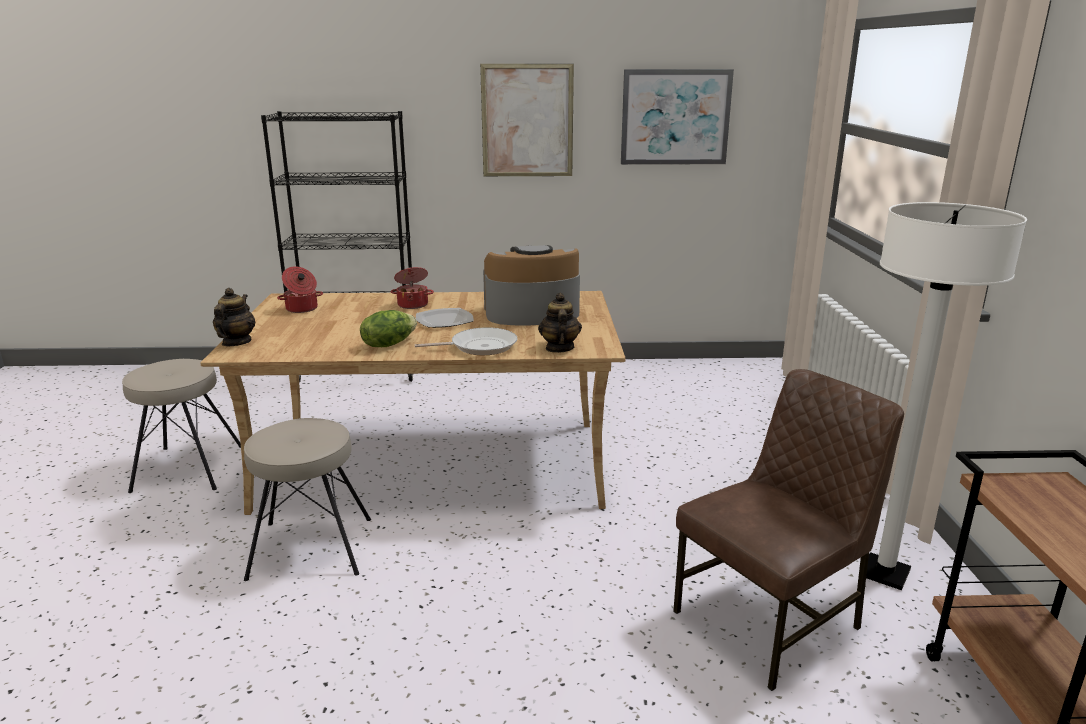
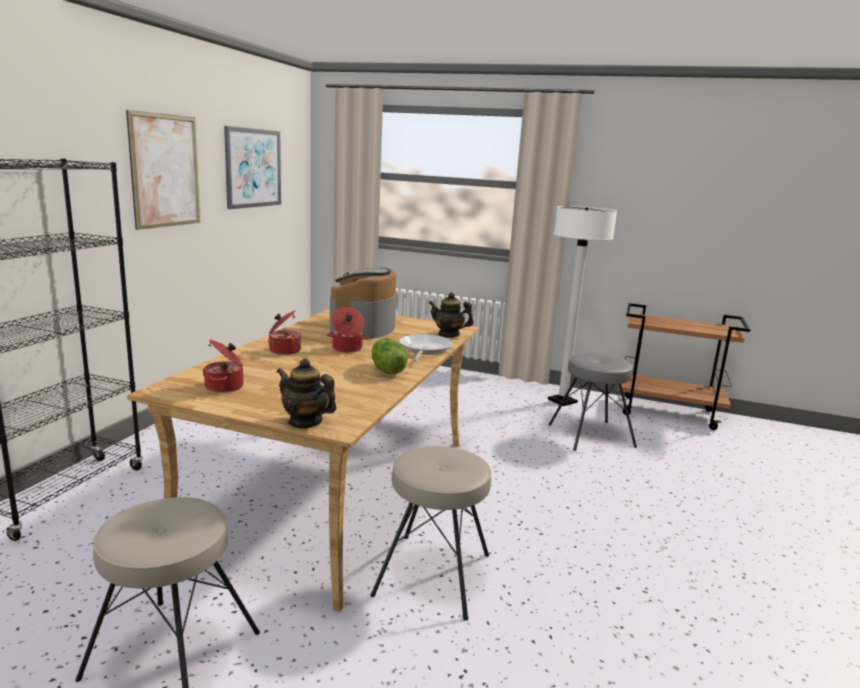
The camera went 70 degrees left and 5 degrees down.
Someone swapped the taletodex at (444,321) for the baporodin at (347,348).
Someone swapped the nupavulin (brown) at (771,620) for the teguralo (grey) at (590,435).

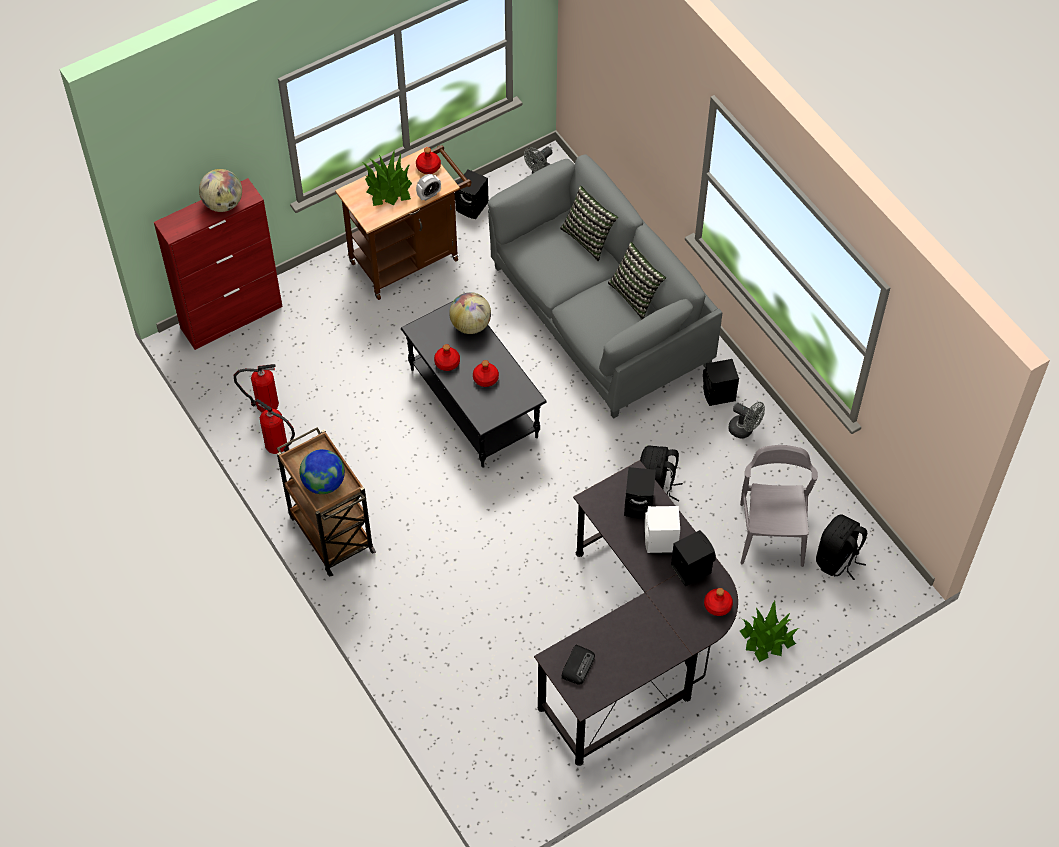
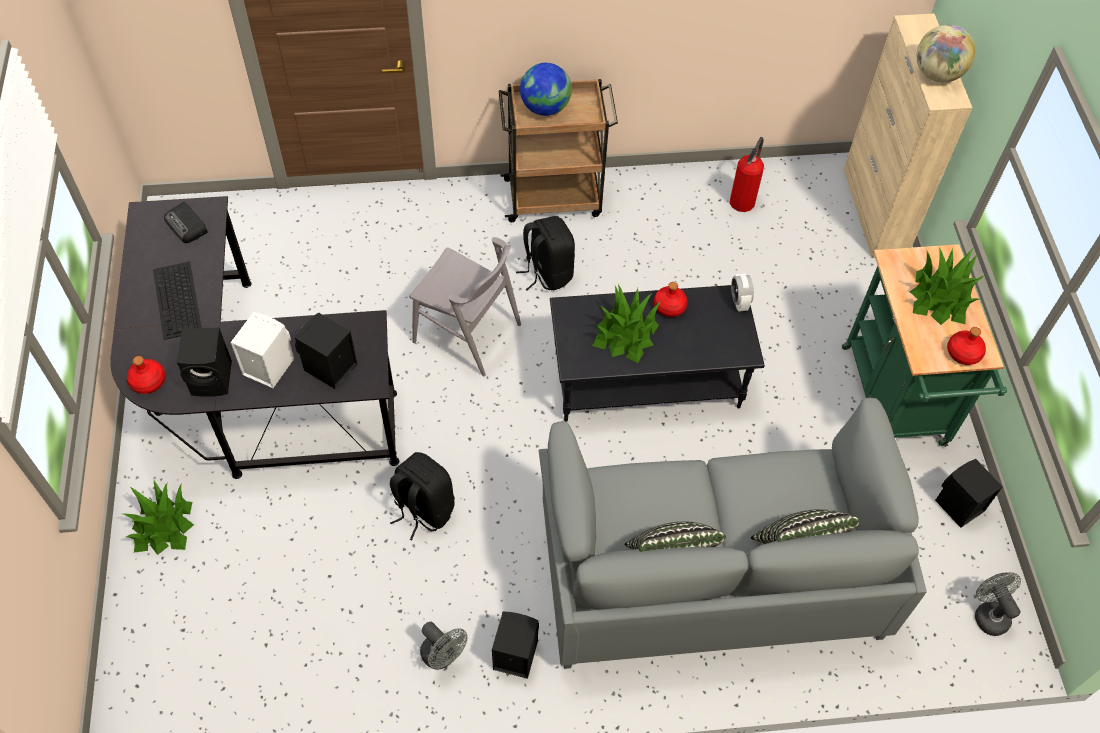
The camera went 115 degrees right and 0 degrees up.
Someone repainted the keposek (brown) at (410,257), which became the keposek (green) at (896,403).
Someone carried the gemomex from (429,195) to (739,301).
Someone repainted the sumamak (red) at (232,317), which became the sumamak (beige) at (874,211).
Someone took away the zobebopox at (470,325).
Someone swapped the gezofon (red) at (485,379) for the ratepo at (625,334).
Someone took away the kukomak at (278,445).
Someone rotated the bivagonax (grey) at (744,430) by 105 degrees counterclockwise.
Someone carried the nupavulin (grey) from (771,534) to (467,333).
Someone carried the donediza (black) from (837,560) to (547,272).
Someone put down the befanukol at (177,300).

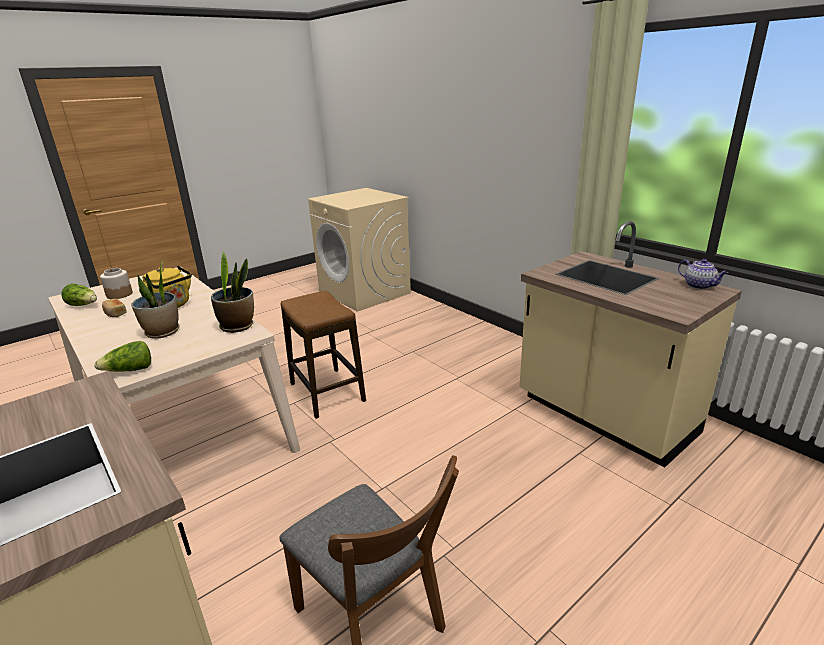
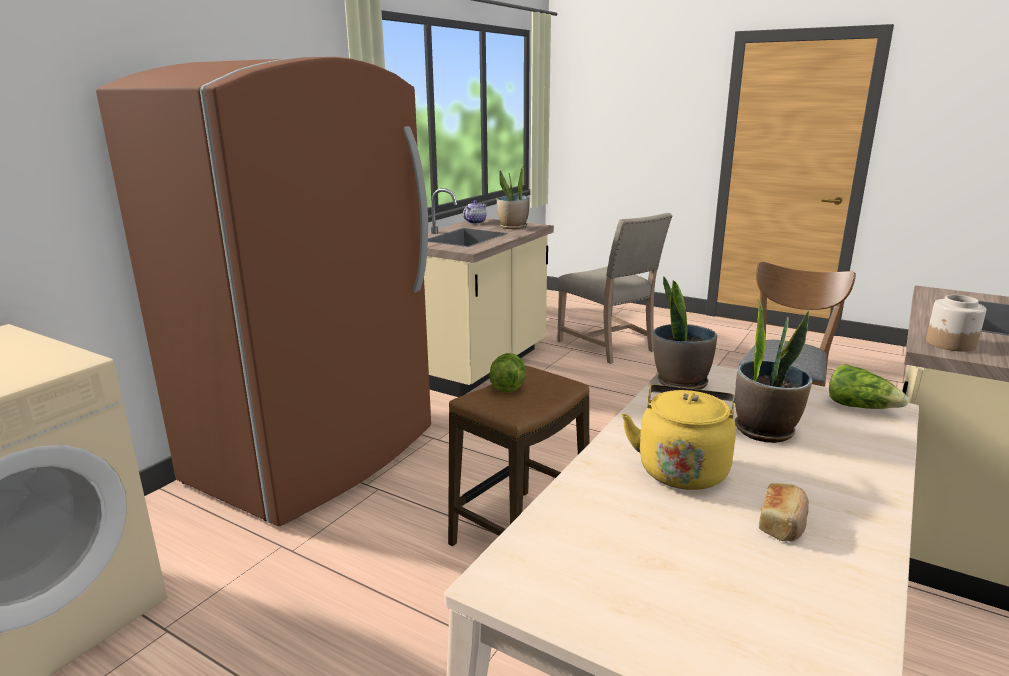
The camera went 110 degrees left and 5 degrees down.
Someone carried the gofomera from (119,294) to (950,344).
Someone carried the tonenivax from (83,305) to (507,384).
Someone put down the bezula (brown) at (316,455).
Someone put down the ratepo at (513,227).
Someone put down the nupavulin (beige) at (609,346).

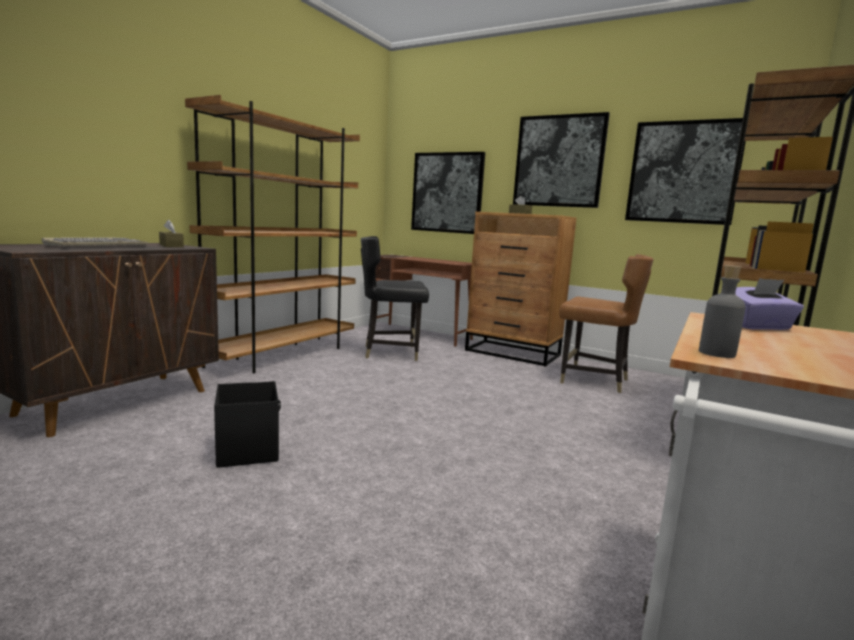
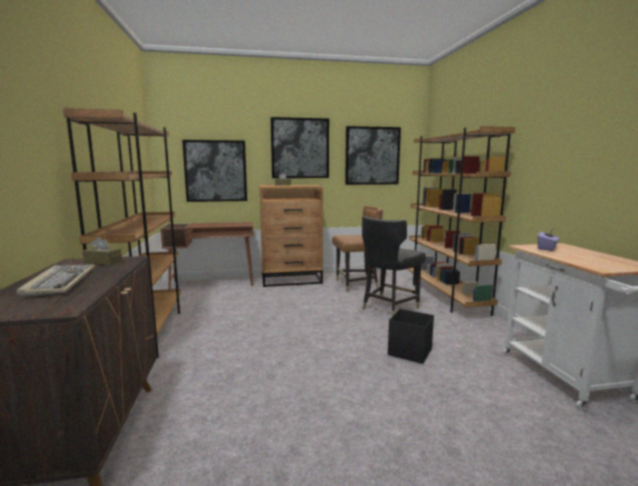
The camera went 40 degrees left and 0 degrees up.
Someone carried the nupavulin (black) from (391,352) to (388,308).
Someone took away the gezofon (grey) at (717,353).
Someone carried the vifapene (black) from (248,450) to (409,352).

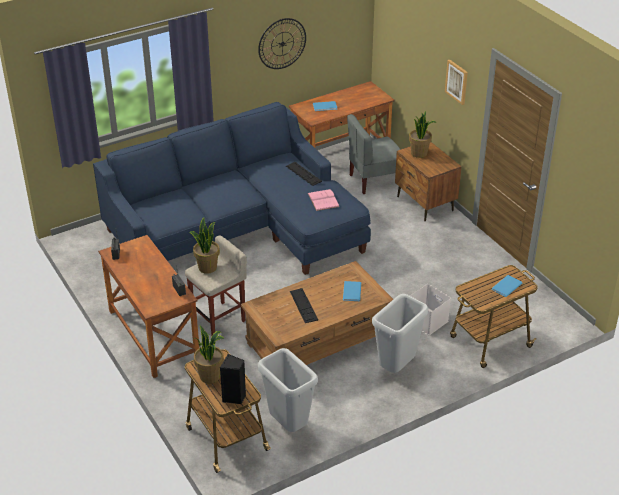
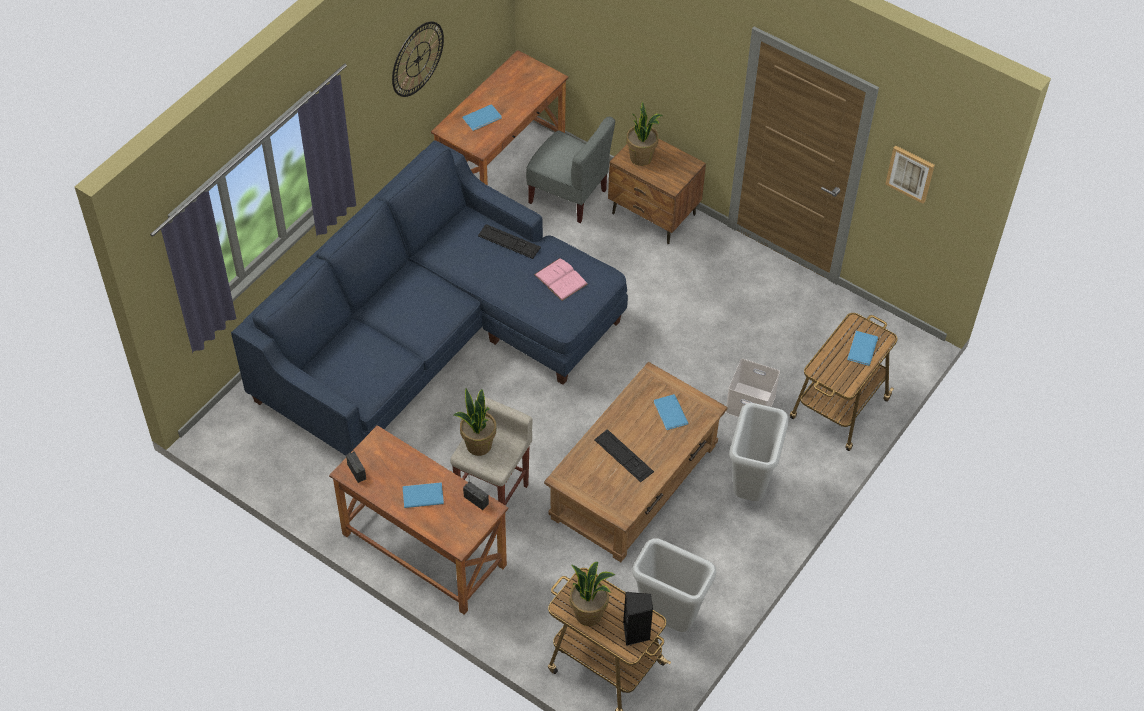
The camera went 25 degrees left and 15 degrees up.
Someone carried the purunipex from (457,81) to (910,173).
Someone rotated the nupavulin (grey) at (374,181) by 105 degrees counterclockwise.
Someone put down the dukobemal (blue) at (421,495).

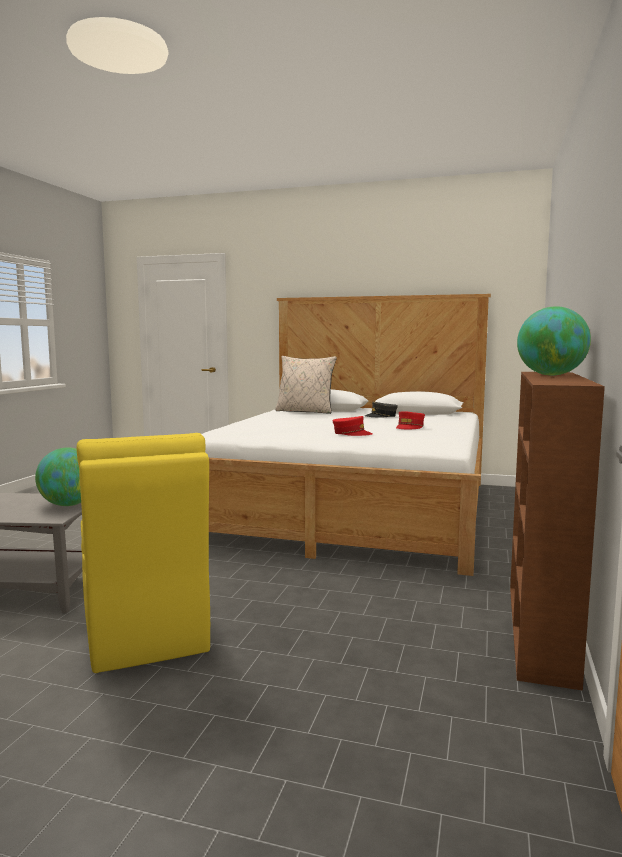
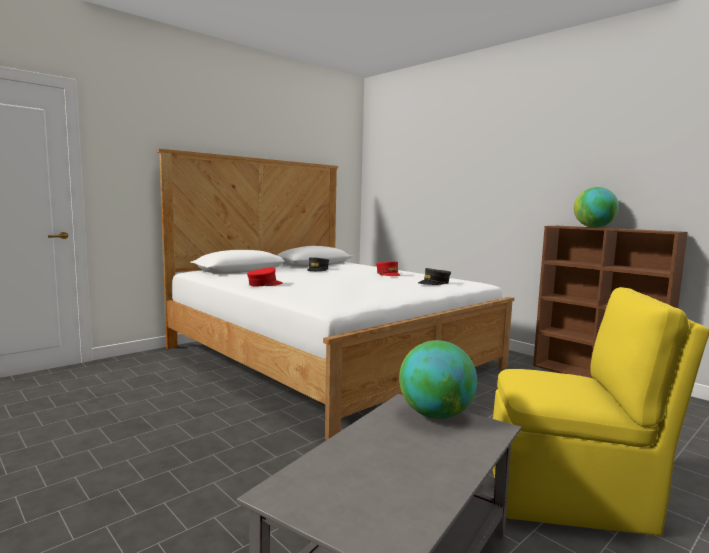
The camera went 60 degrees left and 0 degrees up.
Someone took away the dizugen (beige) at (305,411).
Someone carried the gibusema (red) from (351,433) to (264,284).
Someone put down the gibusema (grey) at (434,283).

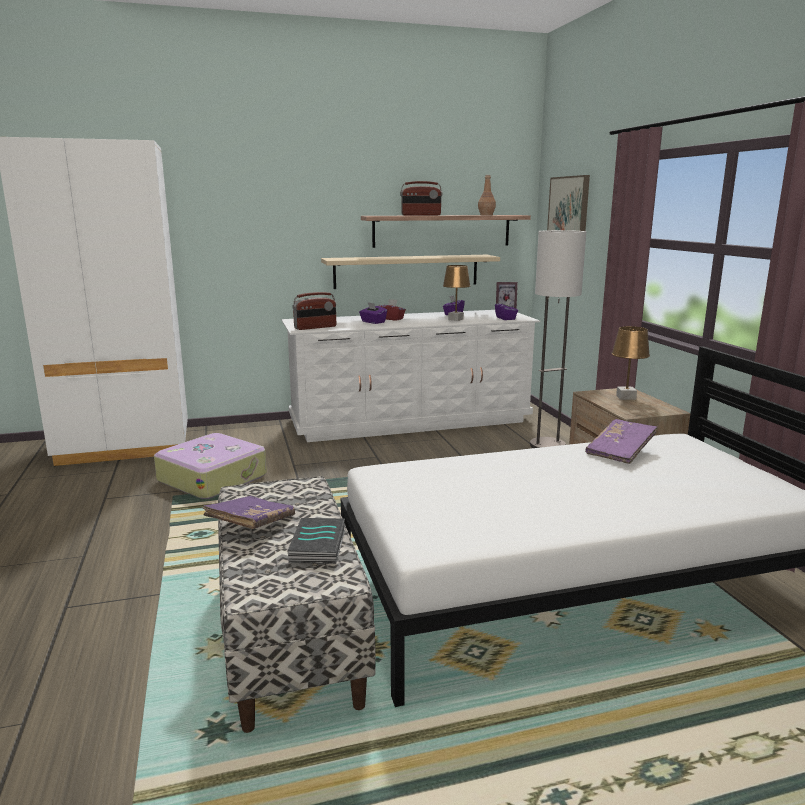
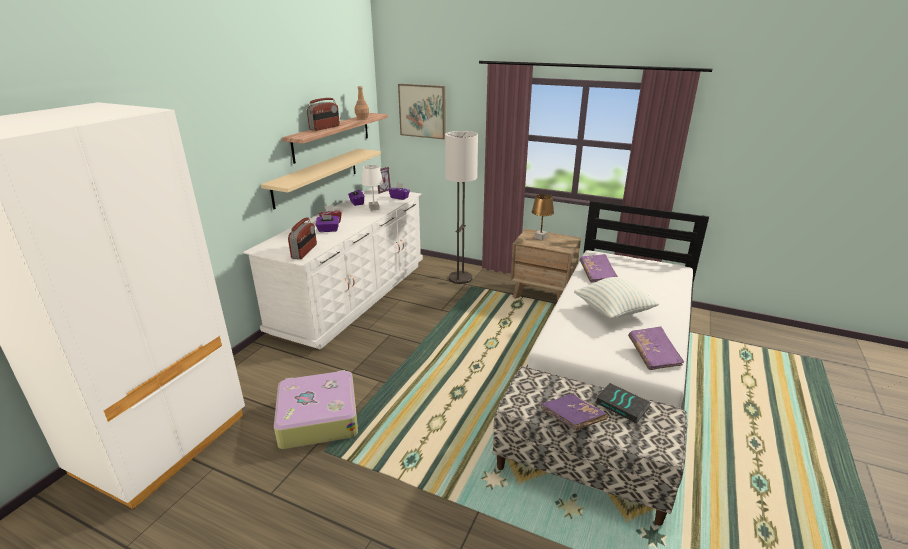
The camera went 50 degrees left and 10 degrees up.
Someone repainted the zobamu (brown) at (455,319), which became the zobamu (white) at (374,208).
Someone put down the dizugen at (613,312).
Someone put down the dukobemal (purple) at (653,355).

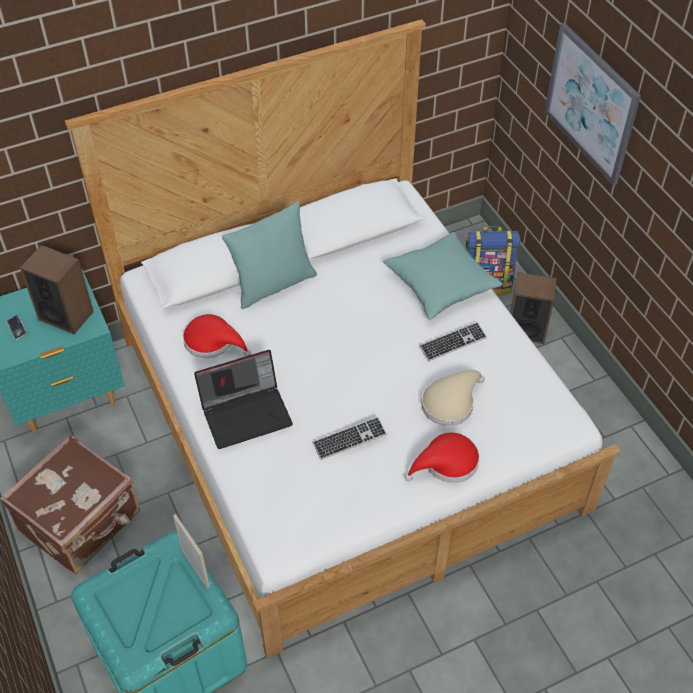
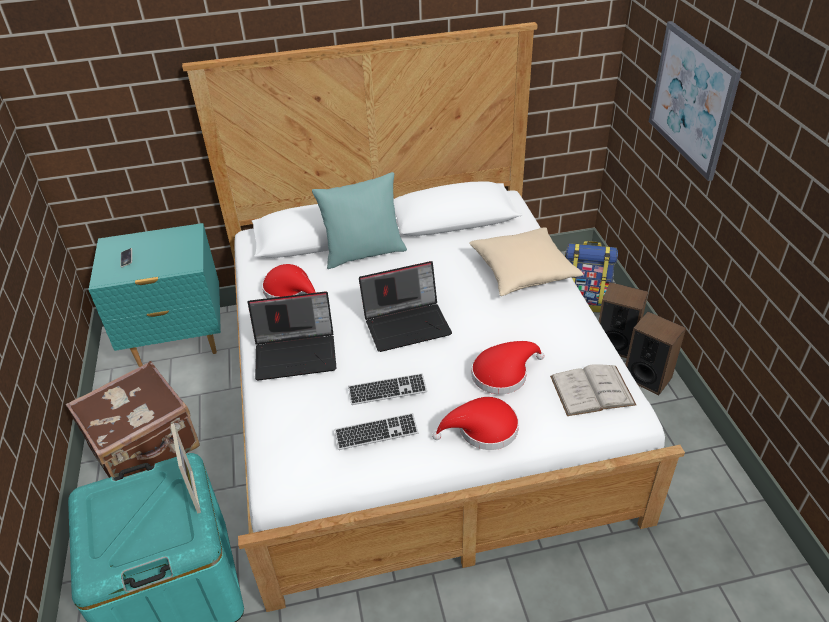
The camera went 15 degrees right and 10 degrees down.
Someone repainted the dizugen (turquoise) at (440,284), which became the dizugen (beige) at (523,271).
Someone carried the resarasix from (66,315) to (647,377).
Someone carried the befanukol from (453,343) to (376,433).
Someone repainted the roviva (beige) at (450,402), which became the roviva (red) at (503,373).
Someone put down the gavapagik at (407,323).
Someone put down the dukobemal (white) at (592,390).

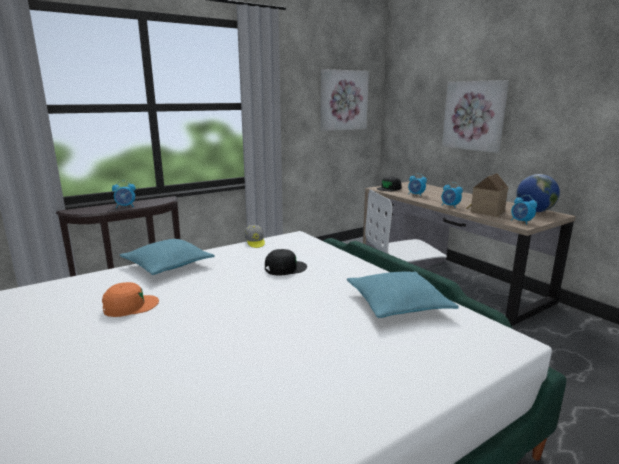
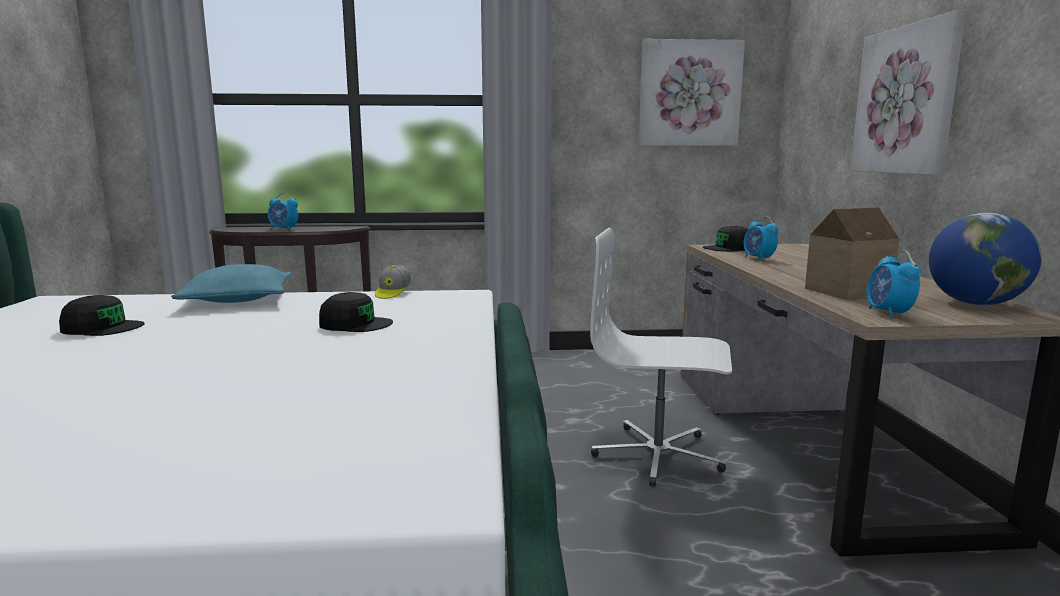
The camera went 30 degrees right and 5 degrees down.
Someone took away the gemomex at (450,206).
Someone took away the dizugen (turquoise) at (398,304).
Someone repainted the gibusema (orange) at (130,306), which became the gibusema (black) at (102,328).

